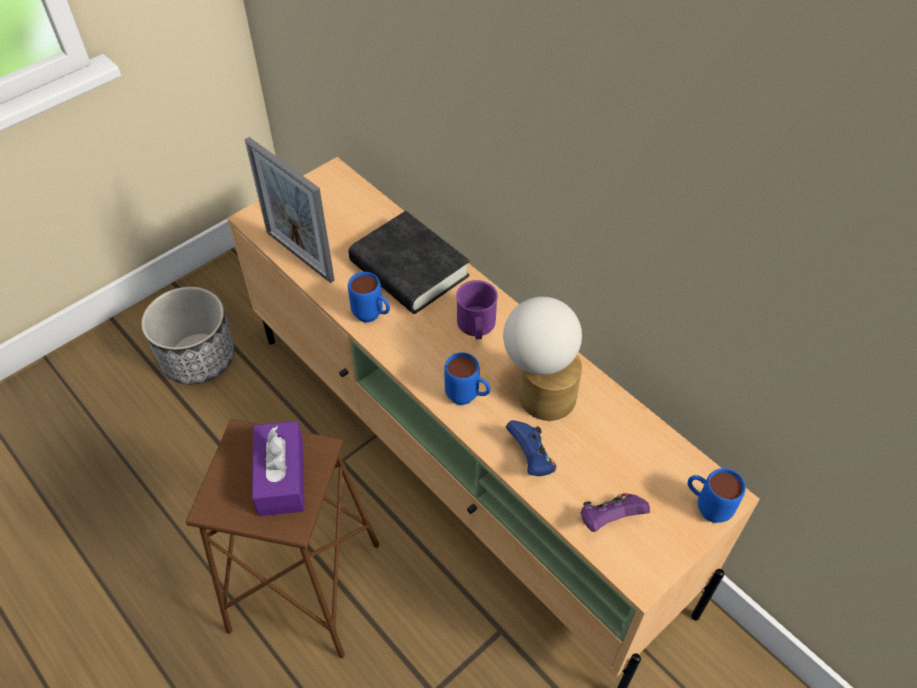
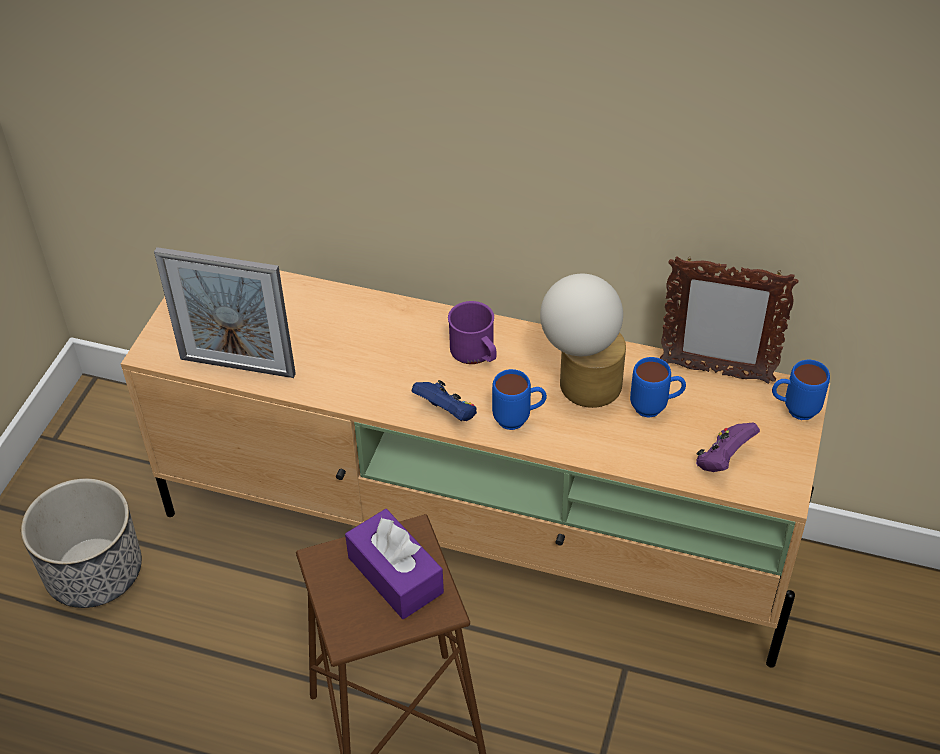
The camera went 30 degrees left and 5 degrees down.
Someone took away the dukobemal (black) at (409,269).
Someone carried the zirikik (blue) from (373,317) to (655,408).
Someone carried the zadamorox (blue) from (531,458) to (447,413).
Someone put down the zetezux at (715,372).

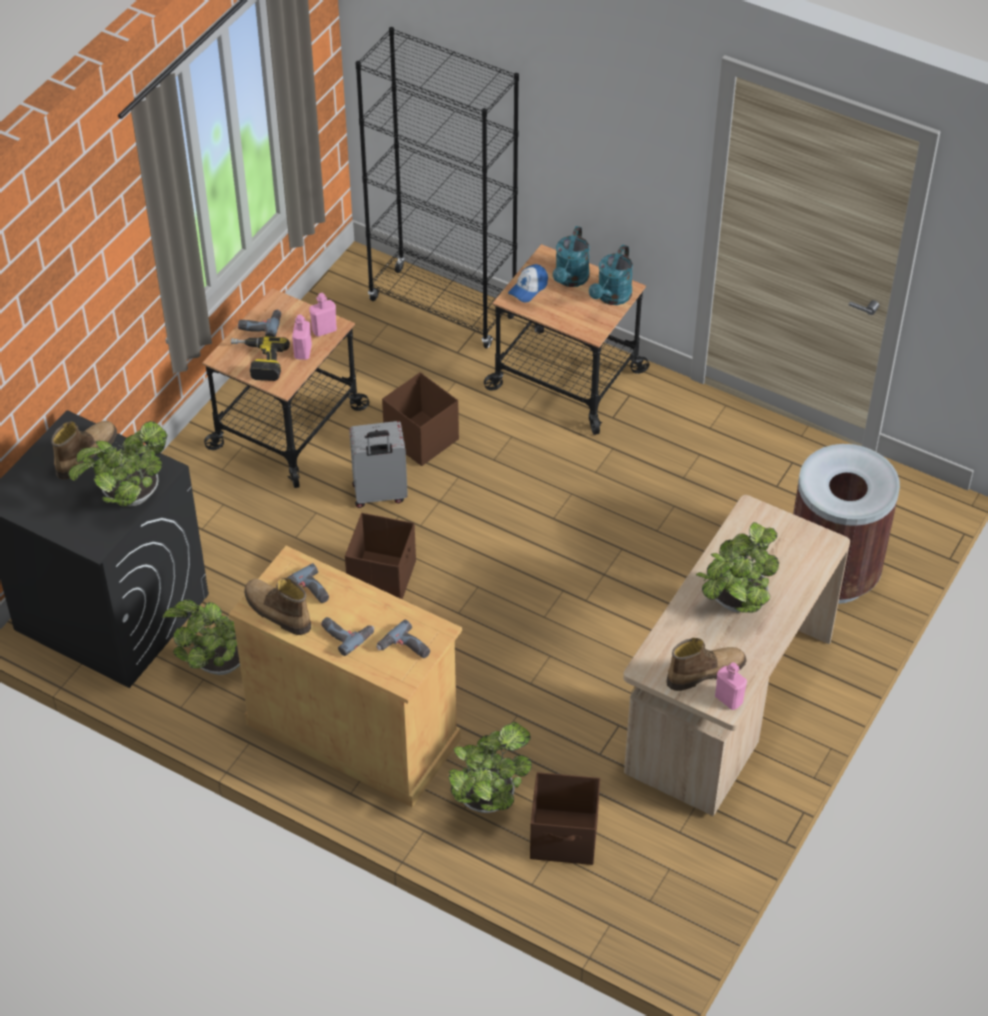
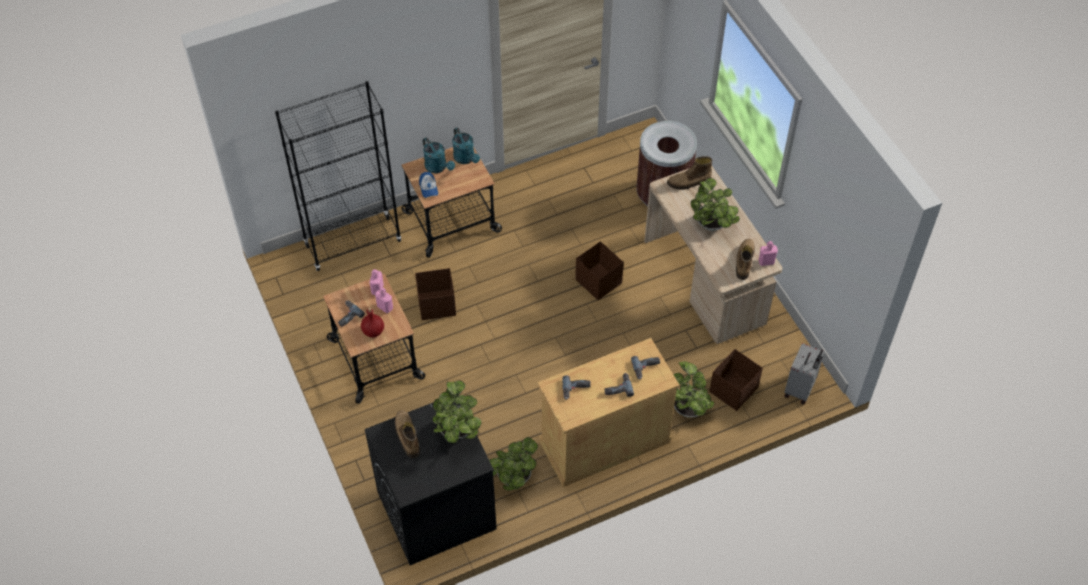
The camera went 55 degrees left and 5 degrees up.
Someone swapped the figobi at (257,362) for the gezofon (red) at (373,331).
Someone carried the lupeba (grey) from (379,494) to (800,389).
Someone carried the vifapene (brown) from (383,577) to (598,281).
Someone carried the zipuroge from (276,612) to (689,182).

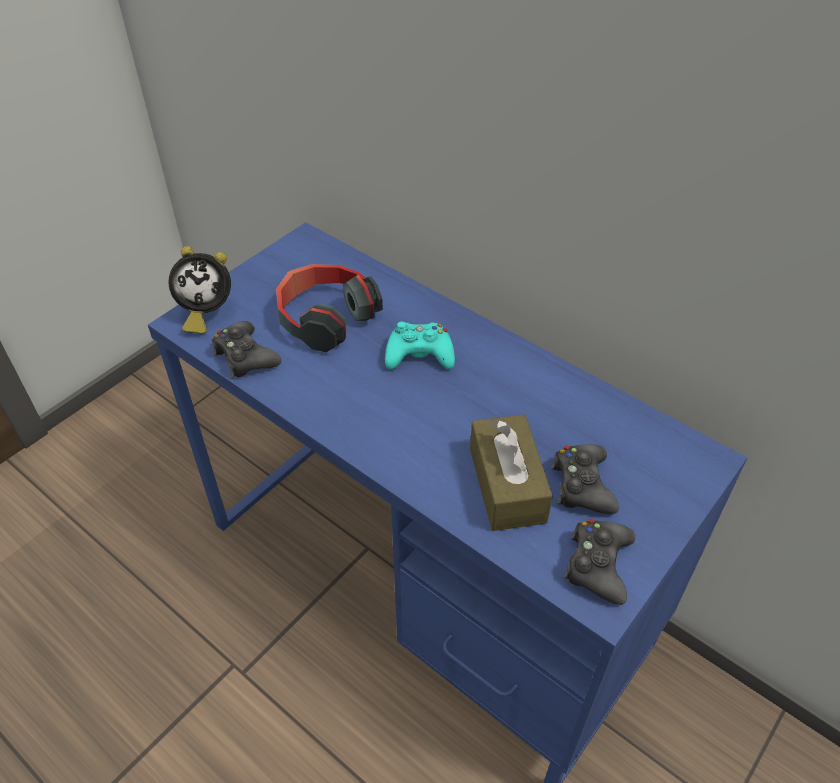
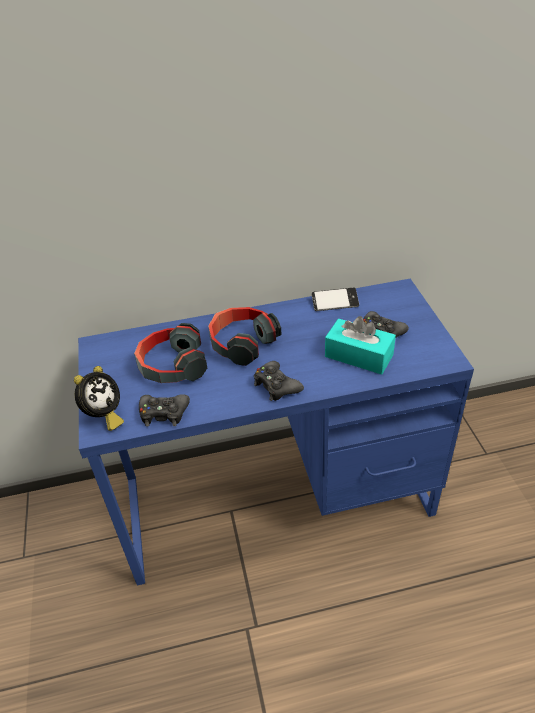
The camera went 50 degrees left and 5 degrees down.
Someone swapped the zadamorox (turquoise) at (419,354) for the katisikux at (242,343).
Someone repainted the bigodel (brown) at (507,484), which became the bigodel (turquoise) at (359,356).
Someone carried the zadamorox (black) from (598,565) to (276,386).
Someone put down the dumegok at (335,302).

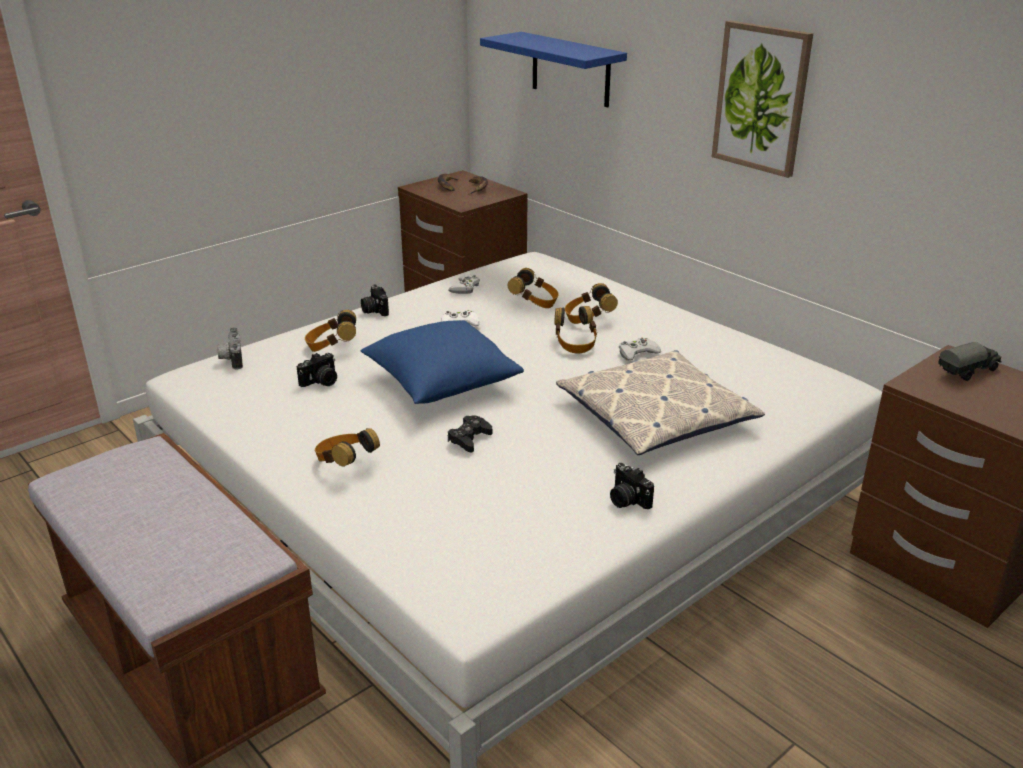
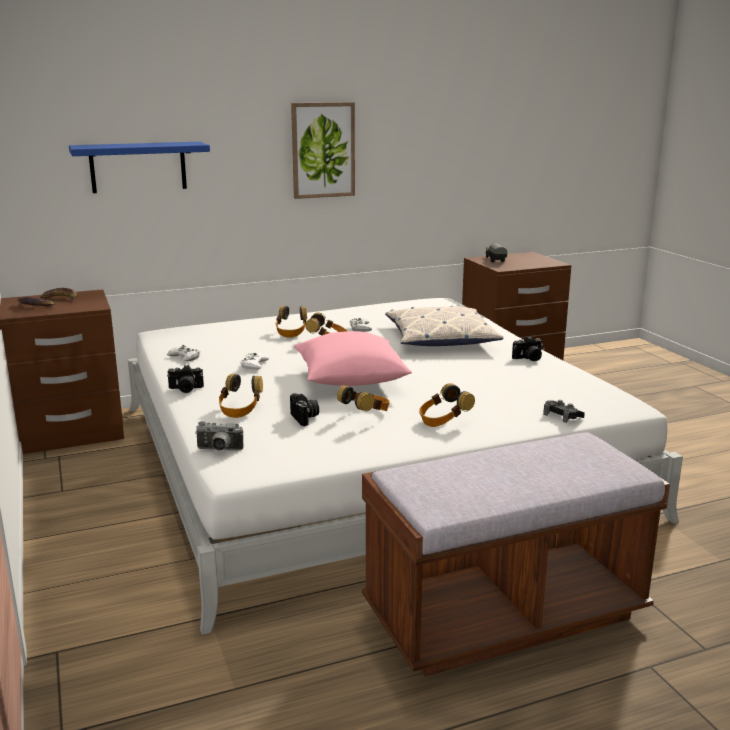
The camera went 70 degrees left and 10 degrees down.
Someone carried the katisikux from (535,303) to (366,414).
Someone repainted the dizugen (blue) at (441,383), which became the dizugen (pink) at (350,380).
Someone carried the zadamorox (black) from (469,439) to (562,416).

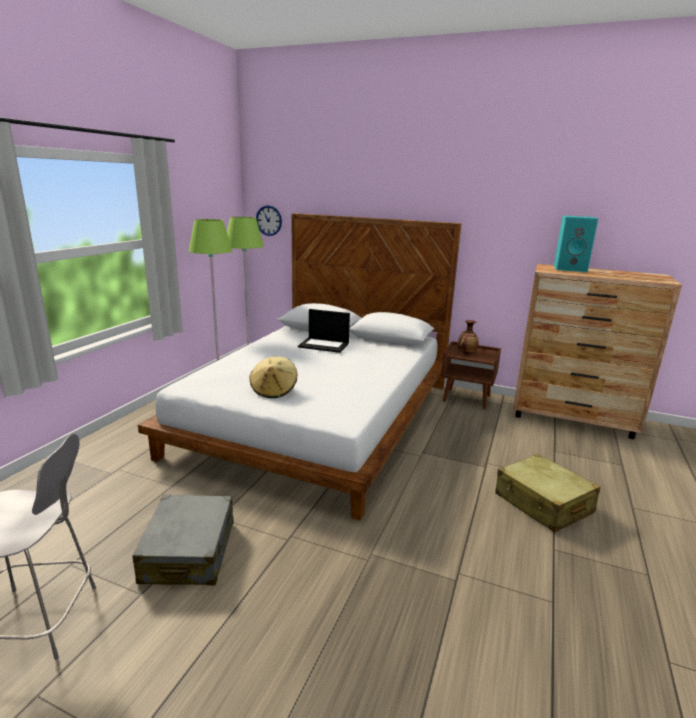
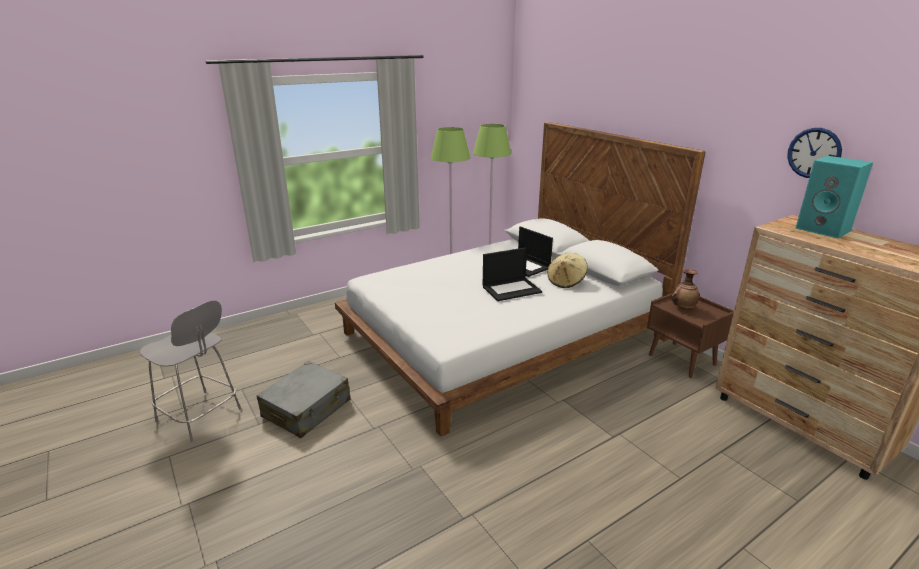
The camera went 35 degrees right and 5 degrees up.
Someone carried the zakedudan from (268,220) to (814,153).
Someone carried the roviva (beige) from (274,390) to (566,281).
Someone took away the lupeba (beige) at (543,503).
Someone put down the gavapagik at (512,289).

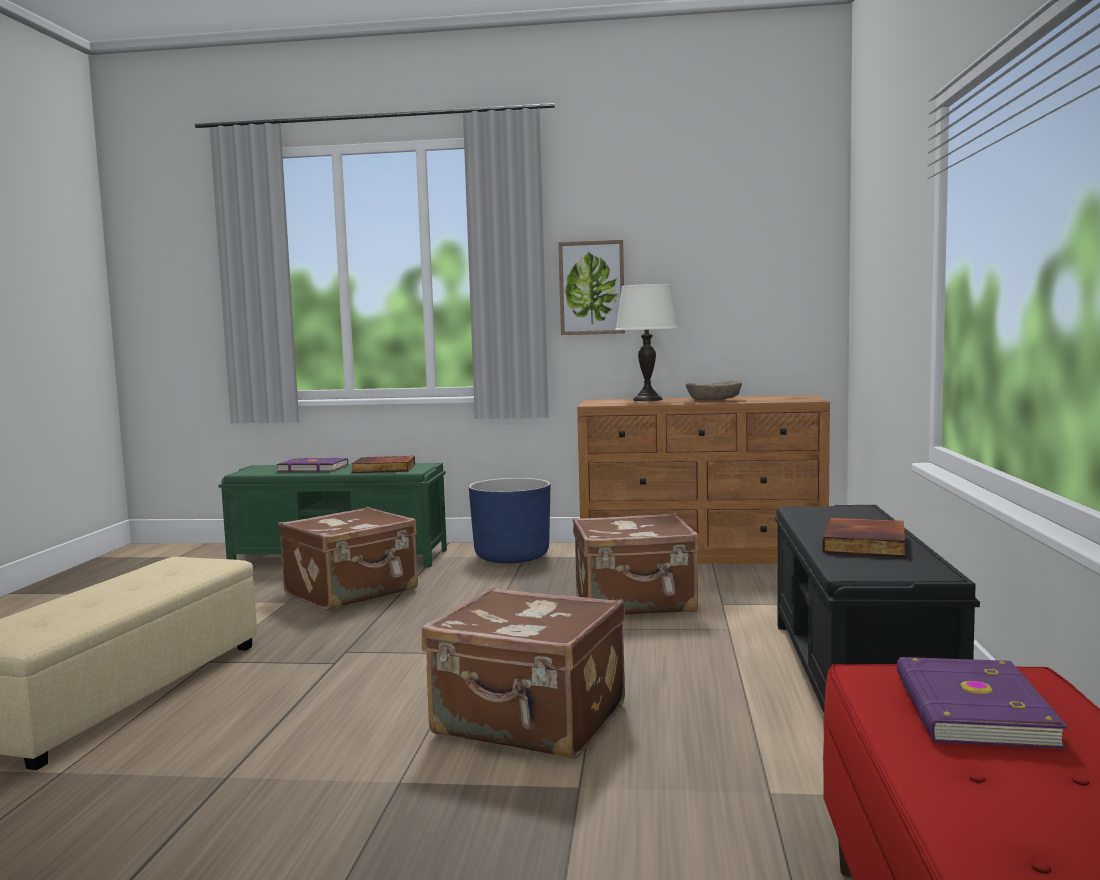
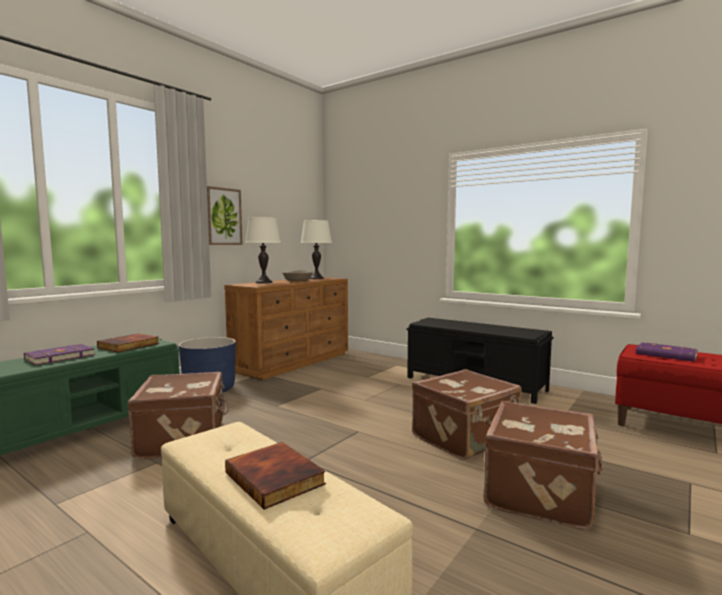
The camera went 60 degrees left and 0 degrees up.
Someone carried the lupeba (brown) from (635,602) to (541,493).
Someone carried the dukobemal from (867,544) to (276,478).
Someone put down the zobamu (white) at (316,278).

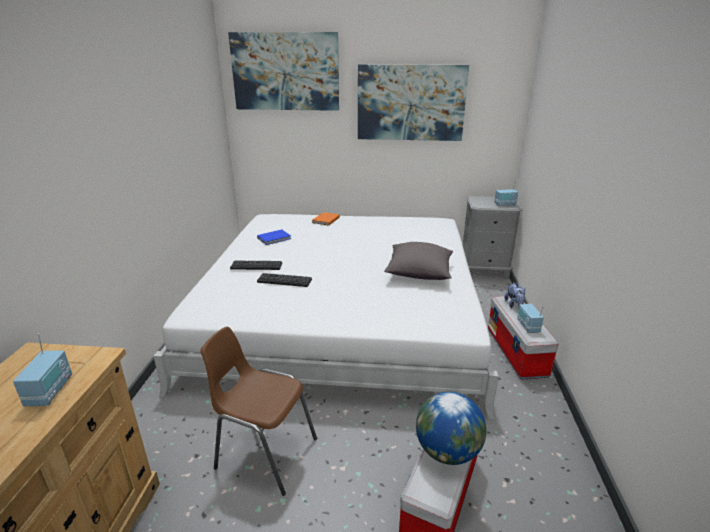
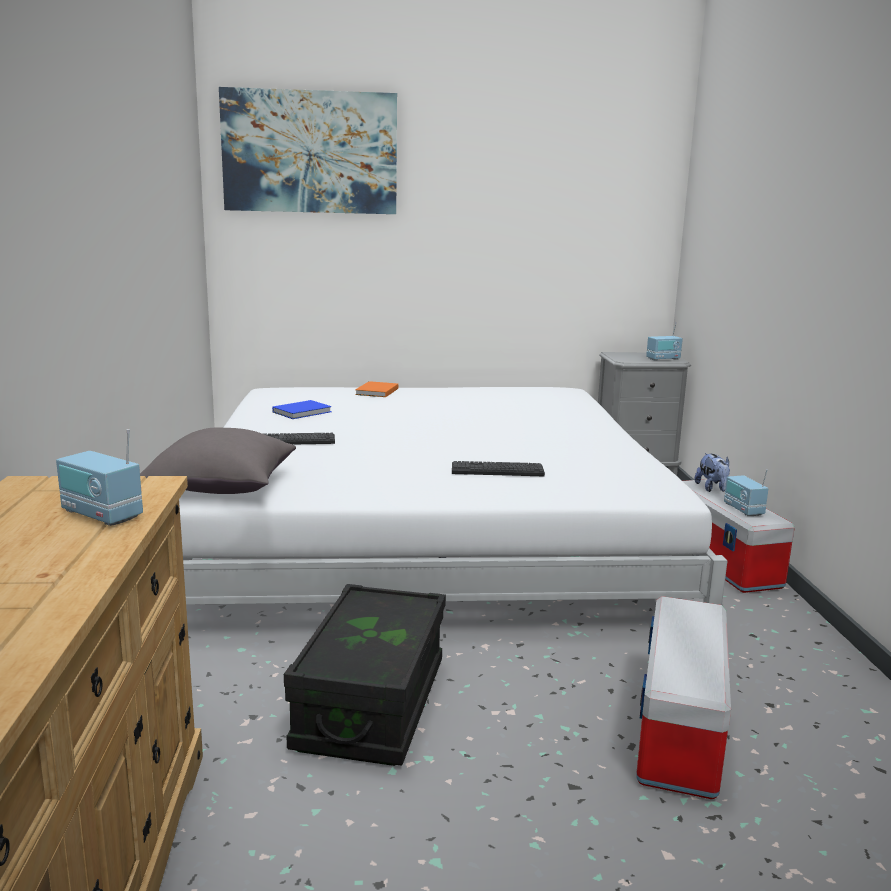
The camera went 10 degrees left and 10 degrees down.
Someone took away the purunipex at (410,103).
Someone carried the dizugen (grey) from (418,273) to (222,487).
Someone carried the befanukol from (284,280) to (497,470).
Someone swapped the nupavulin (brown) at (264,453) for the vifapene (black) at (372,704).
Someone rotated the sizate at (50,391) by 135 degrees clockwise.
Someone took away the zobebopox at (447,452).

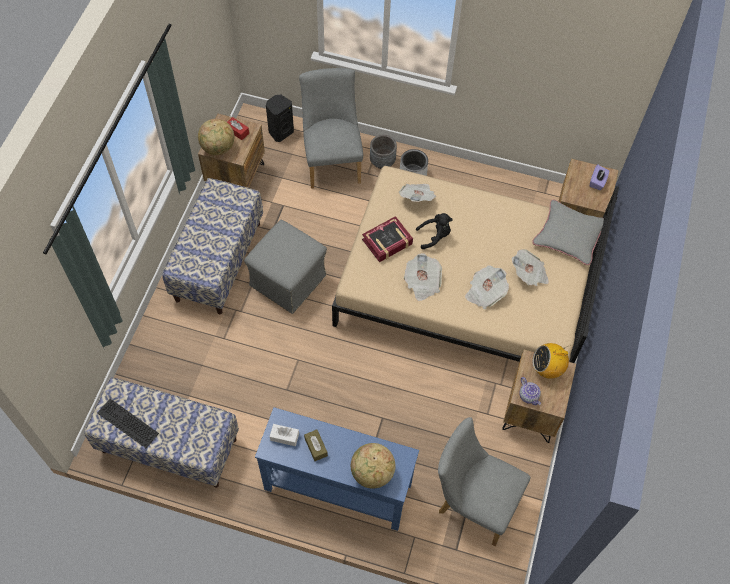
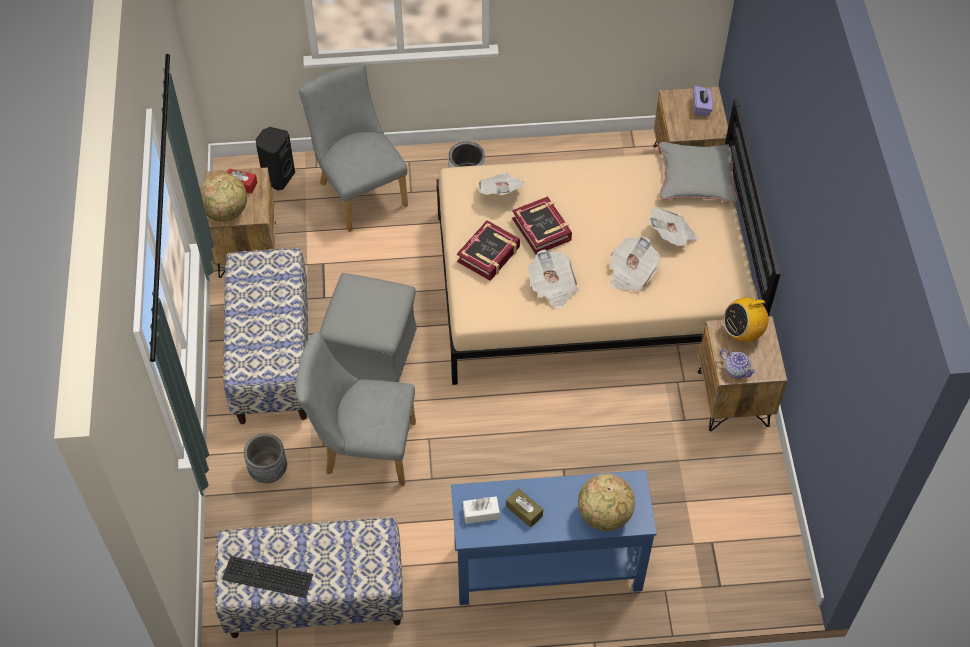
The camera went 20 degrees left and 5 degrees down.
Someone carried the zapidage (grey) from (382,162) to (268,471).
Someone swapped the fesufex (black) at (435,236) for the dukobemal at (542,229).
Someone carried the nupavulin (grey) from (473,501) to (363,448).

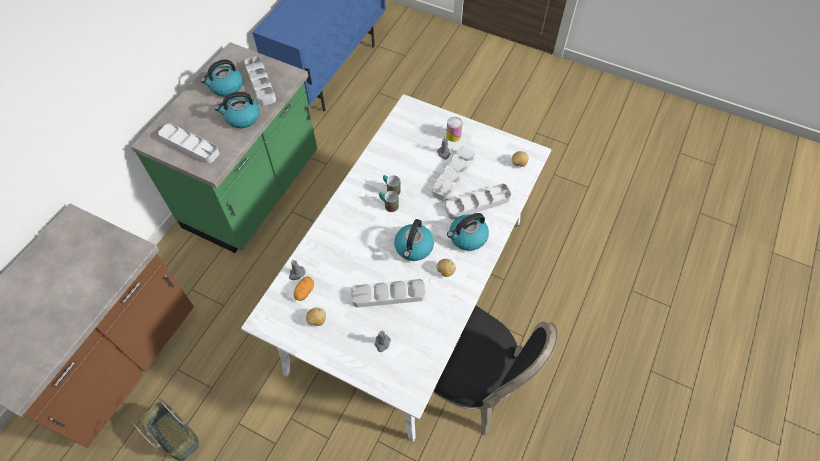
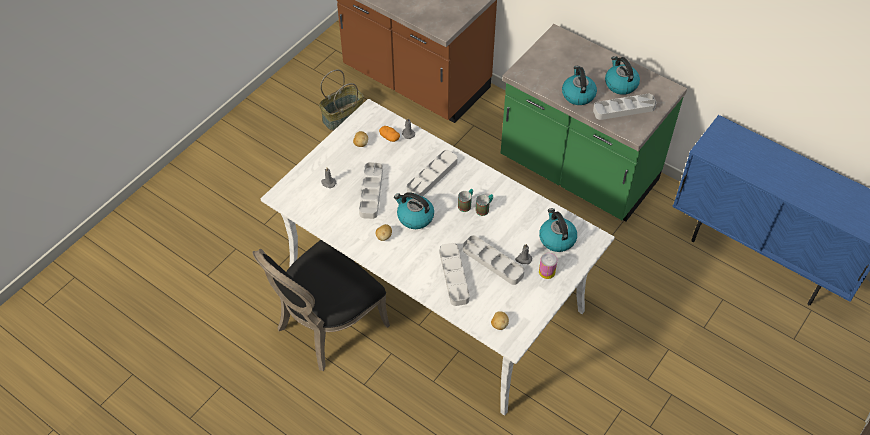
The camera went 100 degrees right and 5 degrees down.
Someone carried the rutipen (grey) from (190,145) to (432,176).
Someone carried the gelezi from (467,237) to (556,238).

